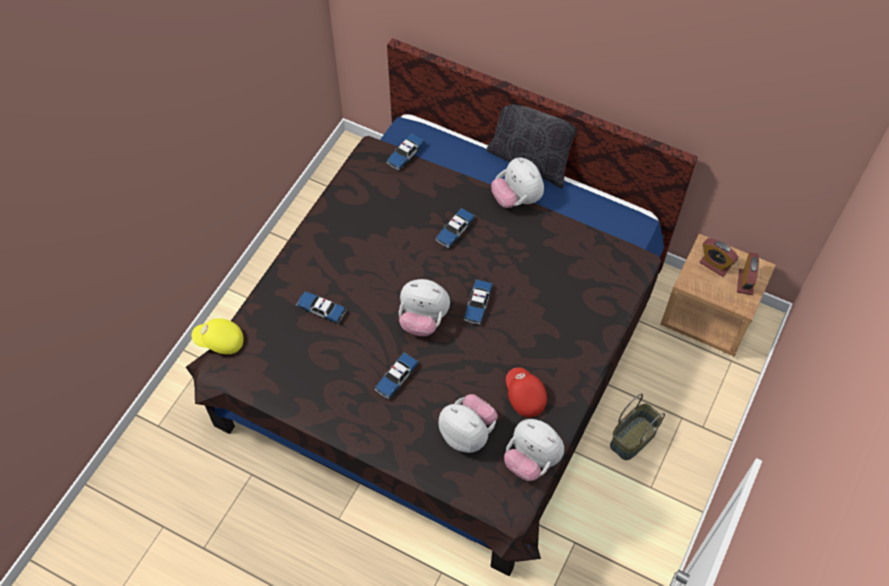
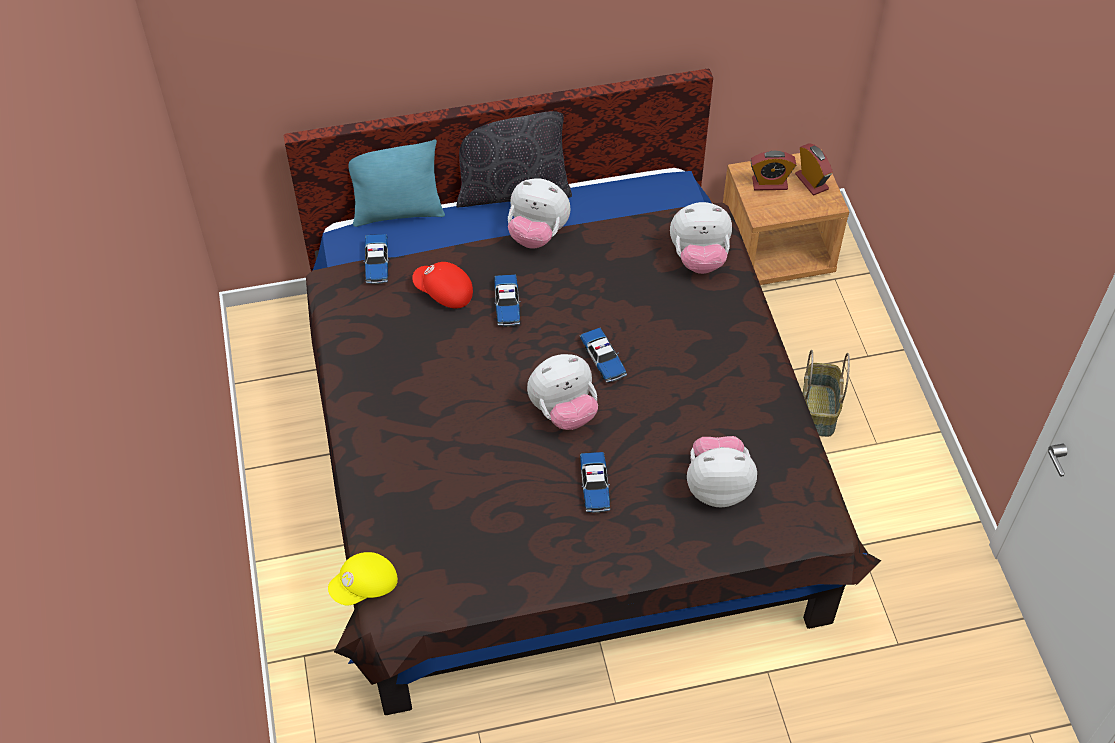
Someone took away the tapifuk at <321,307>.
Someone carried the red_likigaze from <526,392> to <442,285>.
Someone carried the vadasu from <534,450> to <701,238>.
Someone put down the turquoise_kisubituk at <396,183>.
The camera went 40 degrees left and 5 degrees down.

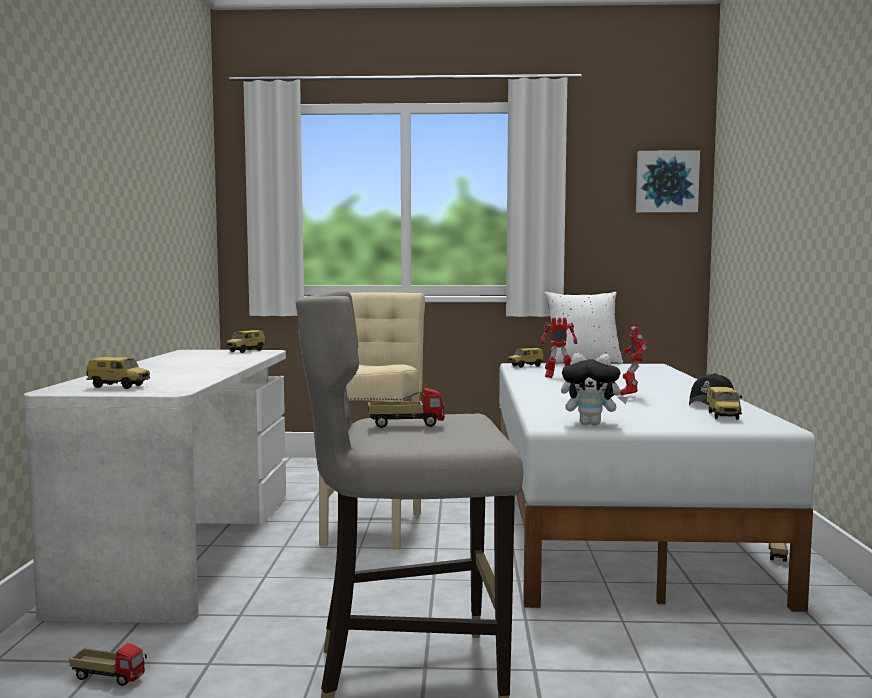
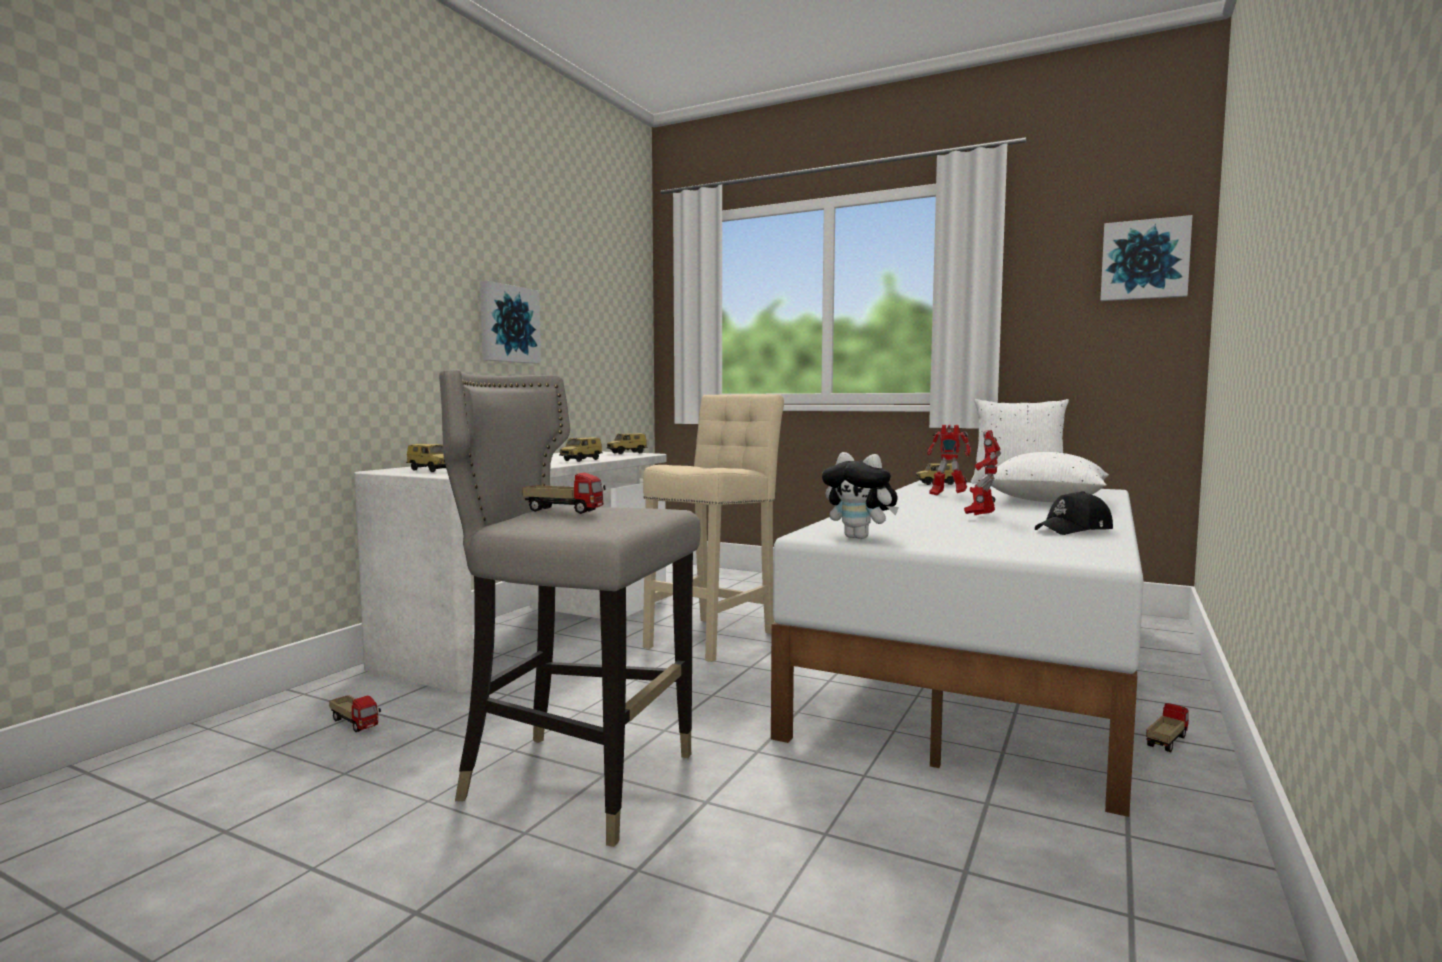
Someone carried the tapifuk from <724,403> to <581,449>.
Someone put up the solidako at <510,322>.
Someone put down the white_kisubituk at <1045,477>.
The camera went 25 degrees right and 0 degrees up.

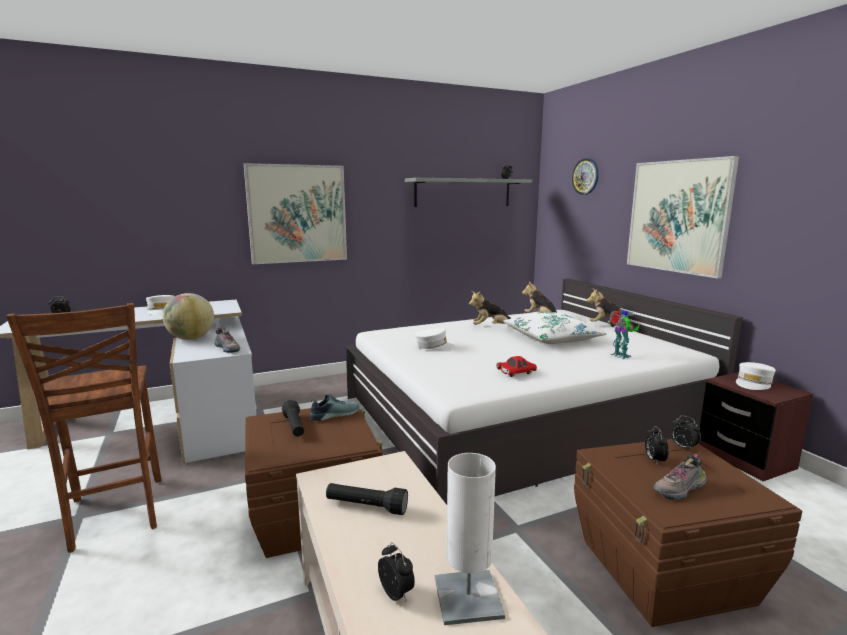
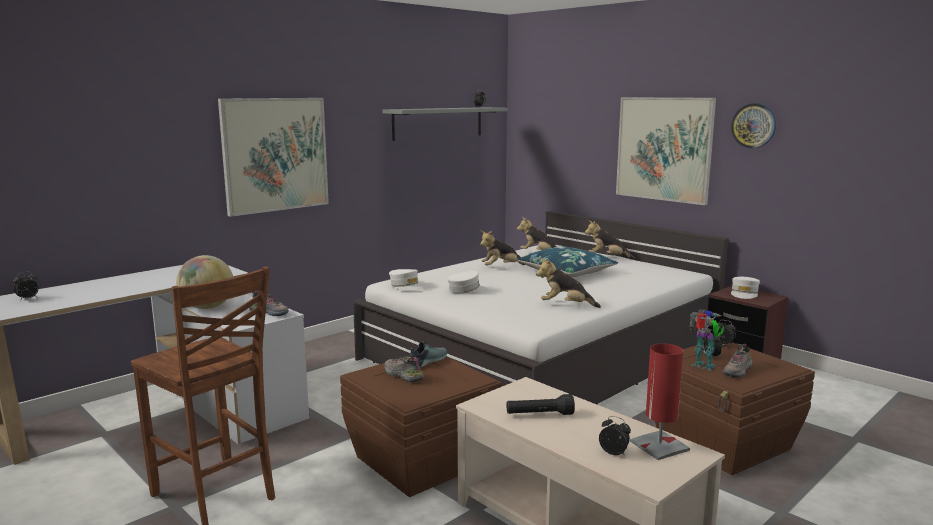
Someone carried the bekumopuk from <585,176> to <753,126>.
Someone carried the white_likigaze from <160,305> to <406,280>.
Someone carried the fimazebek from <624,334> to <706,340>.
Someone repainted the white_kisubituk at <555,328>, which became the blue_kisubituk at <567,261>.
Someone swapped the red_tapifuk at <516,366> for the vadasu at <568,283>.
Someone swapped the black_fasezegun at <293,418> for the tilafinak at <404,369>.
Someone repainted the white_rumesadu at <470,539>, which became the red_rumesadu at <660,402>.
The camera went 20 degrees left and 0 degrees up.

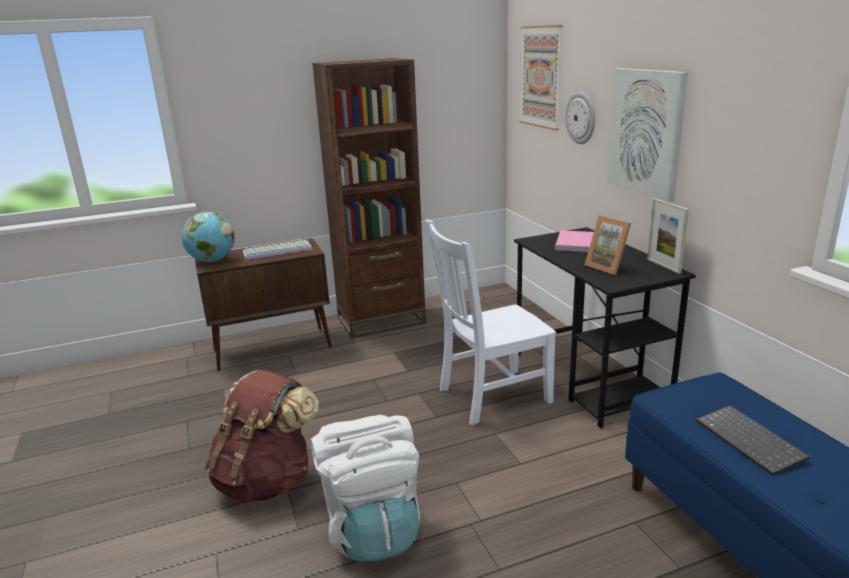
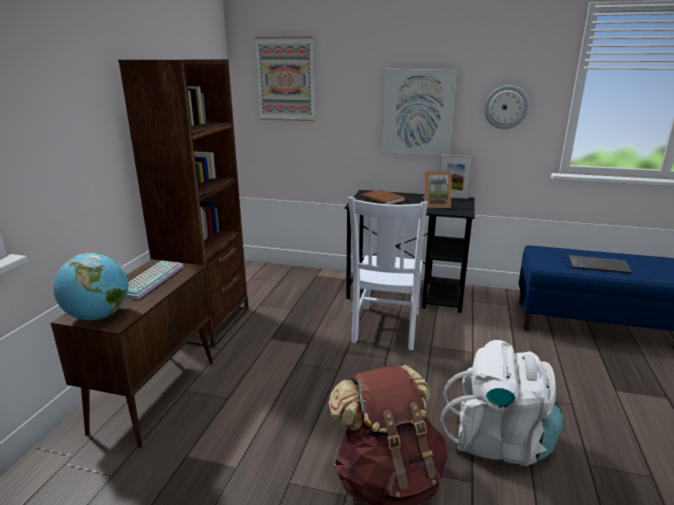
Someone carried the bekumopuk from <580,118> to <506,107>.
Someone repainted the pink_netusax at <574,241>, which became the brown_netusax at <383,197>.
The camera went 55 degrees left and 0 degrees up.

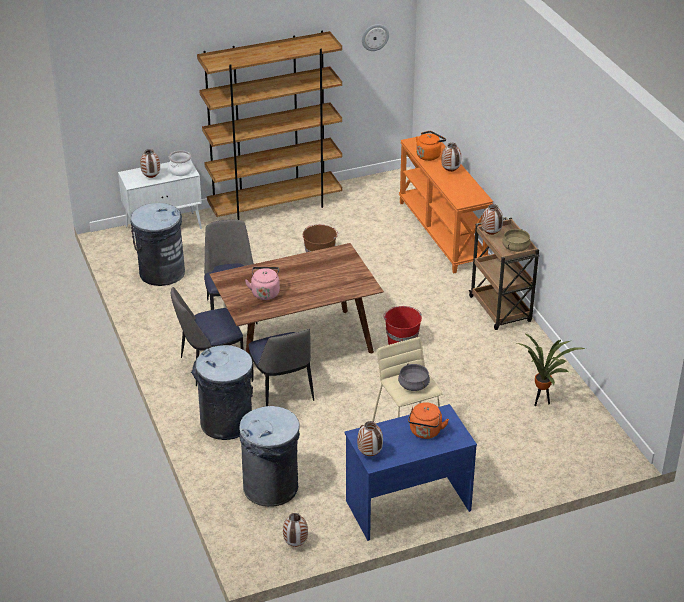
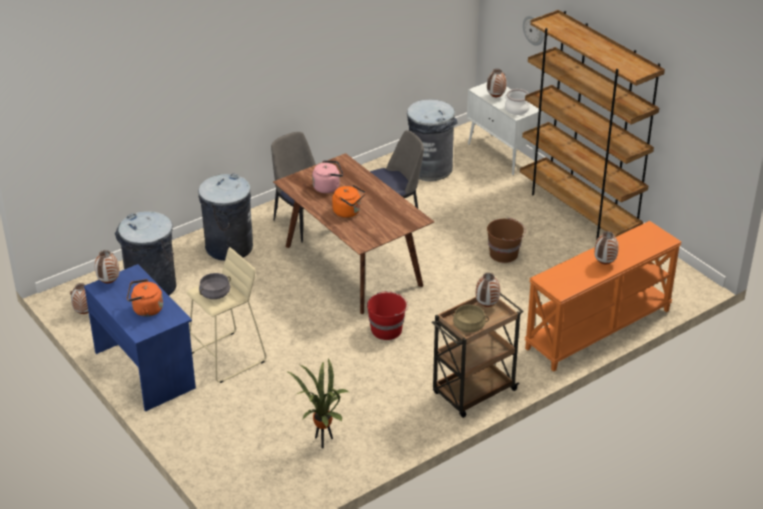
Someone carried the bekumopuk from <375,37> to <533,30>.
Someone carried the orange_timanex from <431,146> to <349,201>.
Someone took away the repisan at <281,367>.
The camera went 75 degrees right and 0 degrees up.

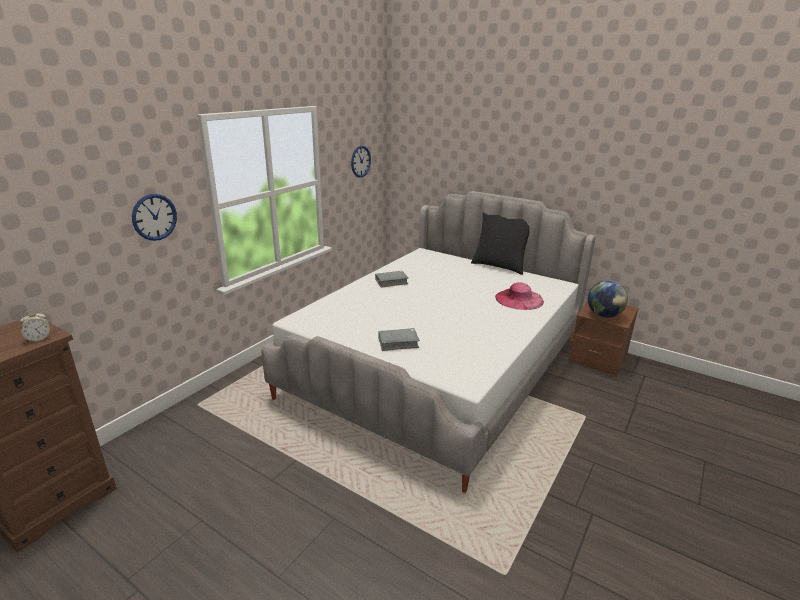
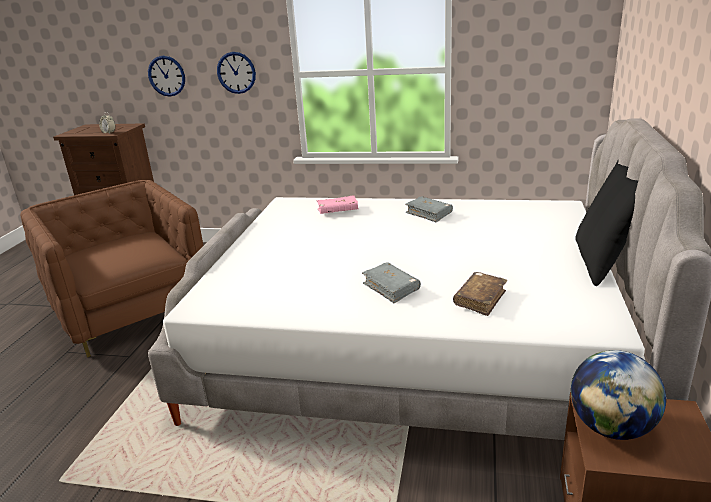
Someone carried the bekumopuk from <361,161> to <166,76>.
Someone swapped the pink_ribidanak at <519,296> for the brown_netusax at <480,294>.
Someone carried the grey_netusax from <399,339> to <391,282>.
Someone put down the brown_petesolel at <112,269>.
Someone put down the pink_netusax at <337,204>.
The camera went 70 degrees right and 0 degrees up.

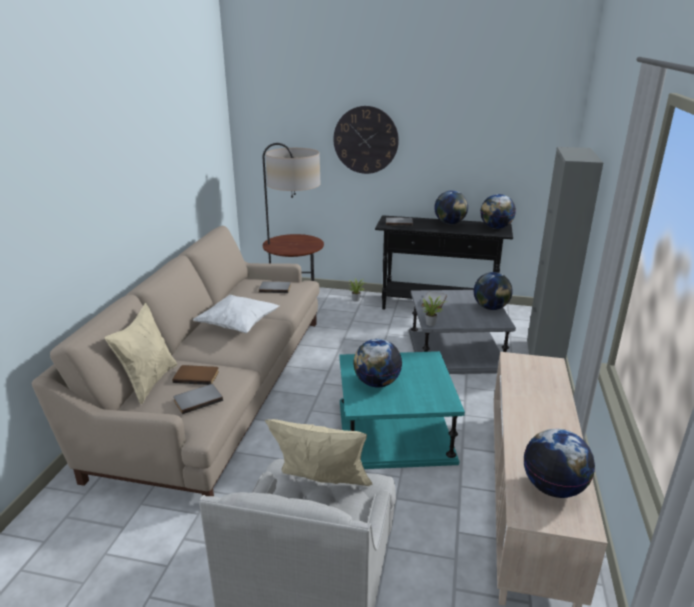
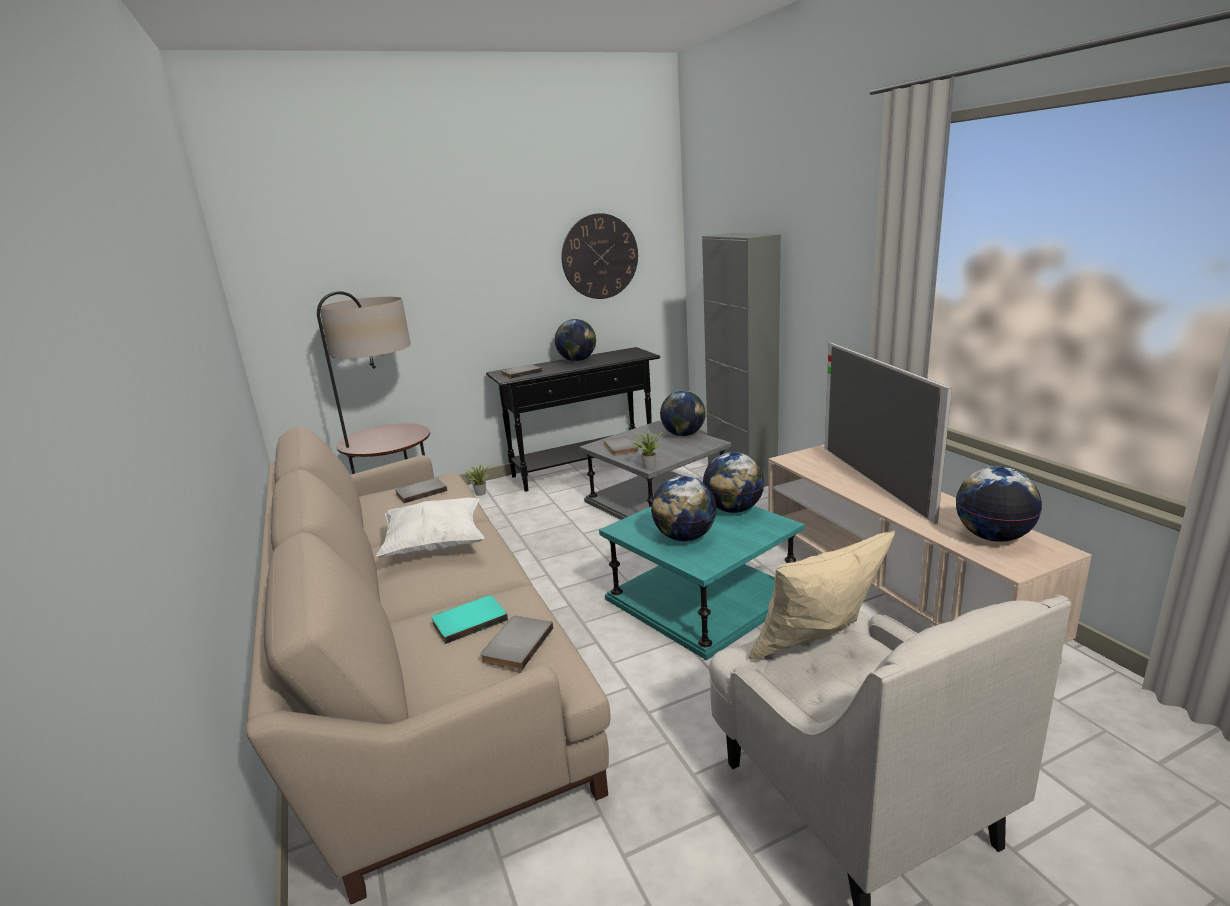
Someone carried the bekumopuk from <366,140> to <599,256>.
Someone carried the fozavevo from <498,211> to <733,482>.
Someone took away the beige_kisubituk at <141,354>.
Someone repainted the brown_netusax at <195,375>, which became the turquoise_netusax at <469,619>.
Someone put down the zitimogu at <888,433>.
The camera went 35 degrees left and 5 degrees down.

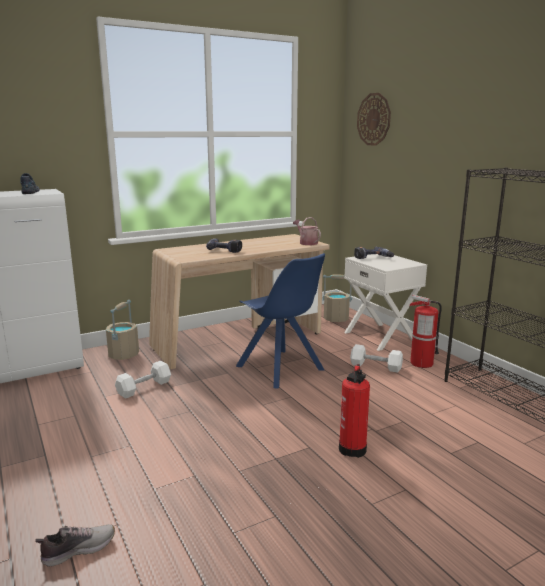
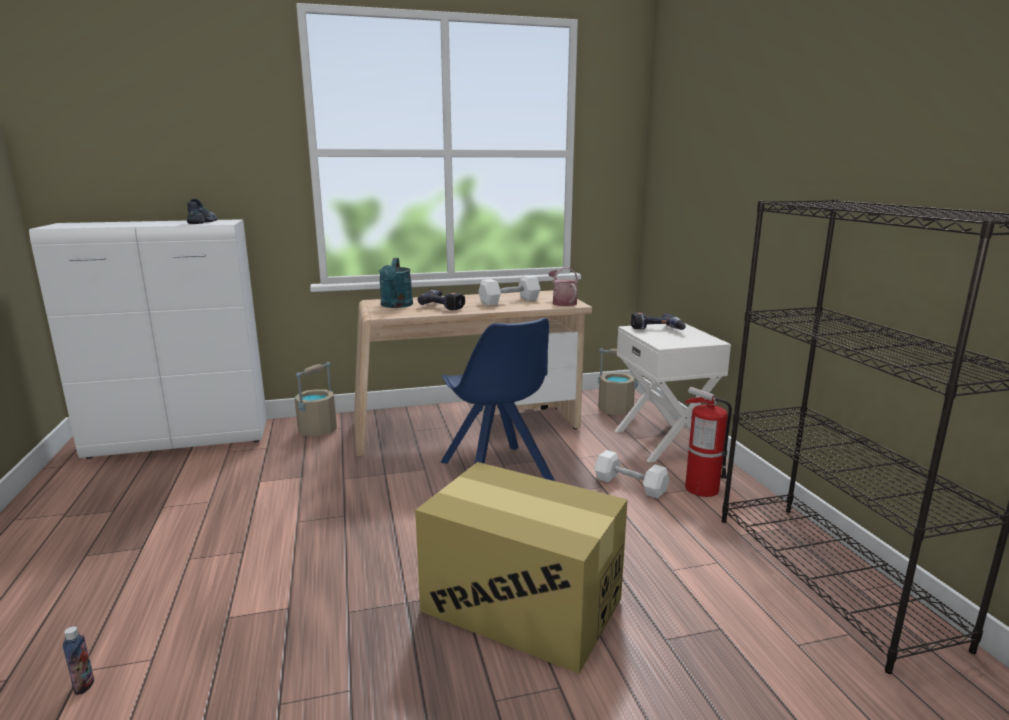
Someone took away the bekumopuk at <374,119>.
Someone carried the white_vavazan from <143,379> to <509,290>.
Someone swapped the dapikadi at <354,411> for the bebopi at <521,568>.
Someone swapped the tilafinak at <75,545> for the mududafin at <78,660>.
Someone put down the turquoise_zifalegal at <396,283>.
The camera went 15 degrees right and 0 degrees up.

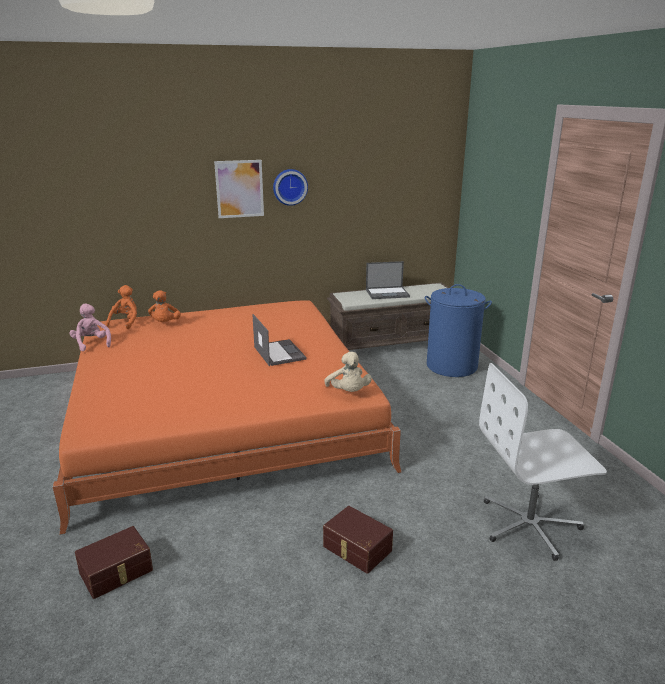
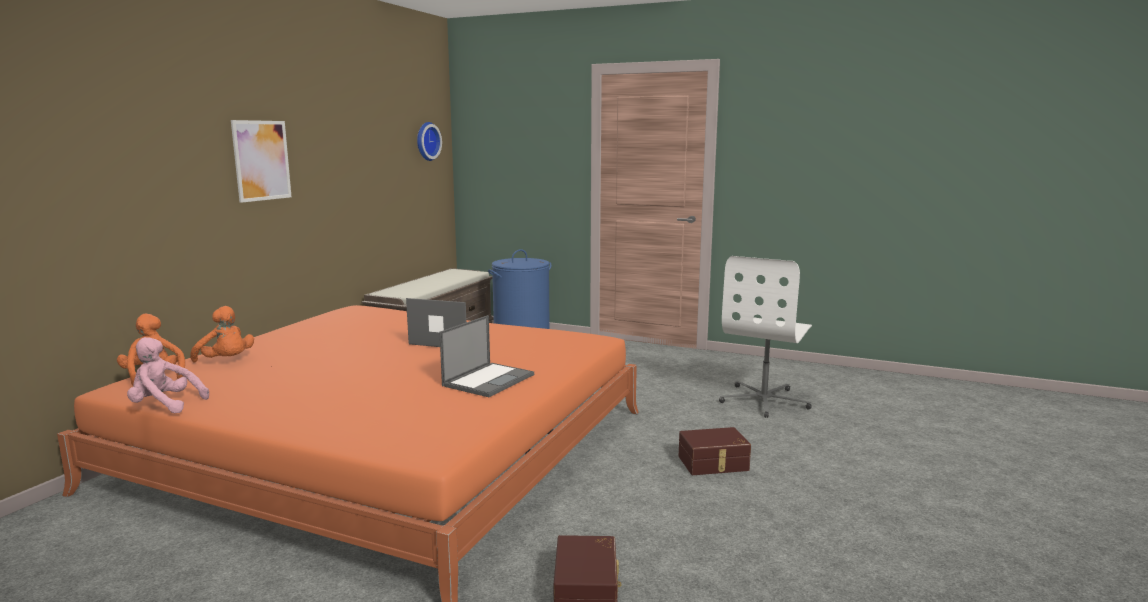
Someone carried the bekumopuk from <290,187> to <429,141>.
Someone carried the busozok from <388,280> to <487,356>.
Someone took away the beige_vadasu at <348,372>.
The camera went 50 degrees left and 10 degrees down.

